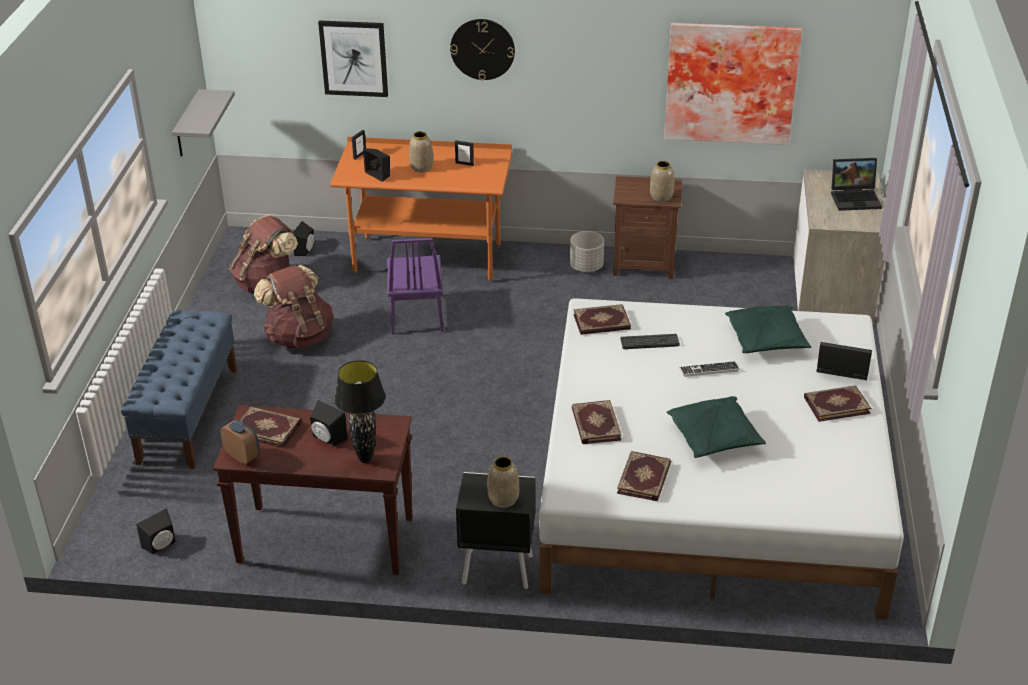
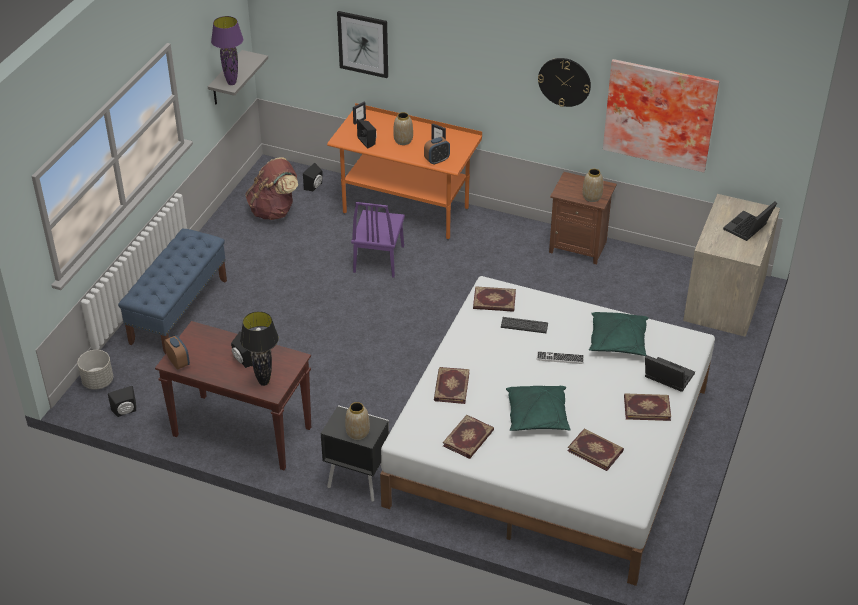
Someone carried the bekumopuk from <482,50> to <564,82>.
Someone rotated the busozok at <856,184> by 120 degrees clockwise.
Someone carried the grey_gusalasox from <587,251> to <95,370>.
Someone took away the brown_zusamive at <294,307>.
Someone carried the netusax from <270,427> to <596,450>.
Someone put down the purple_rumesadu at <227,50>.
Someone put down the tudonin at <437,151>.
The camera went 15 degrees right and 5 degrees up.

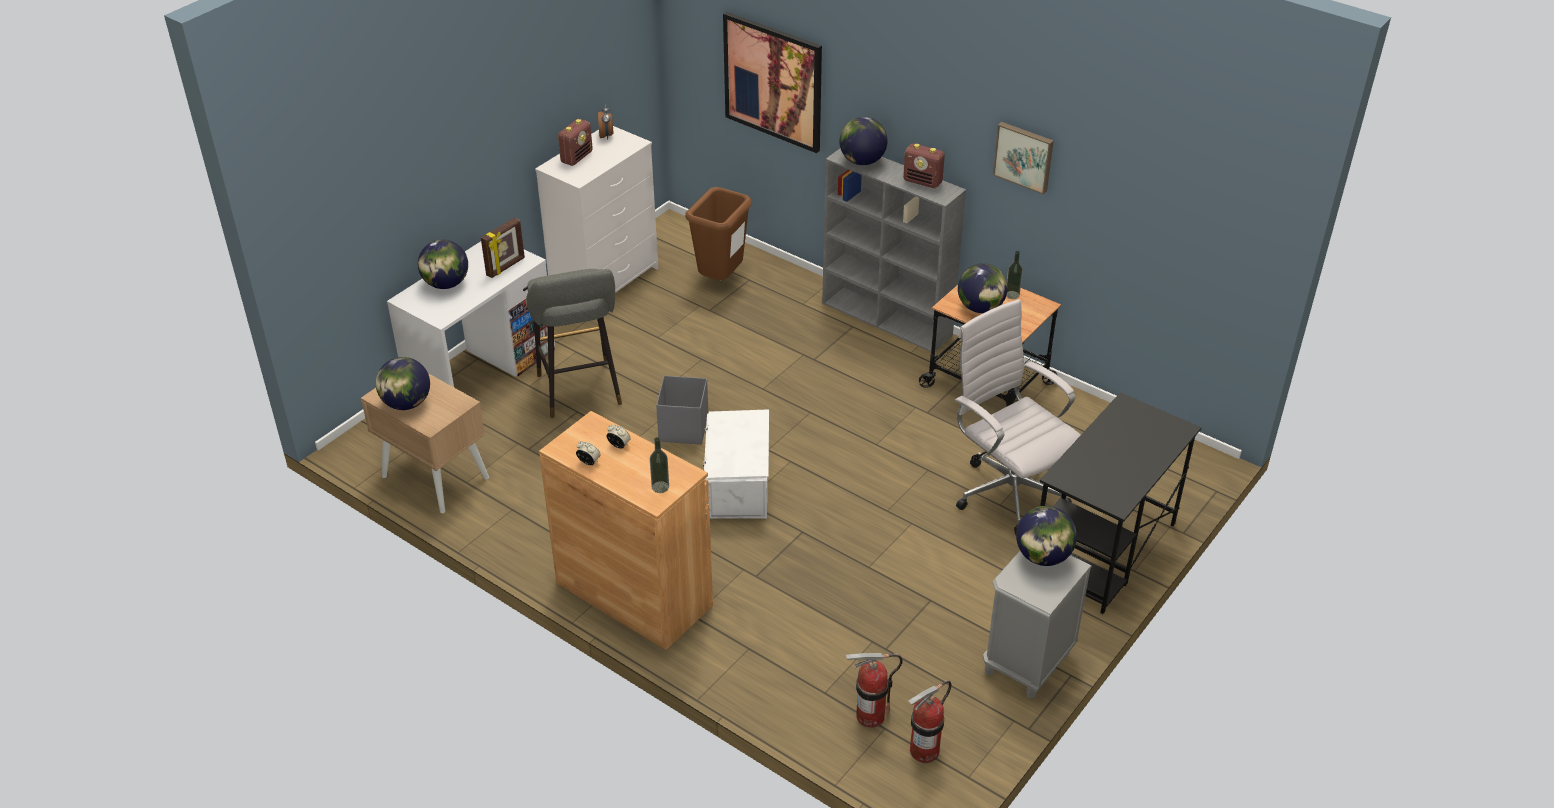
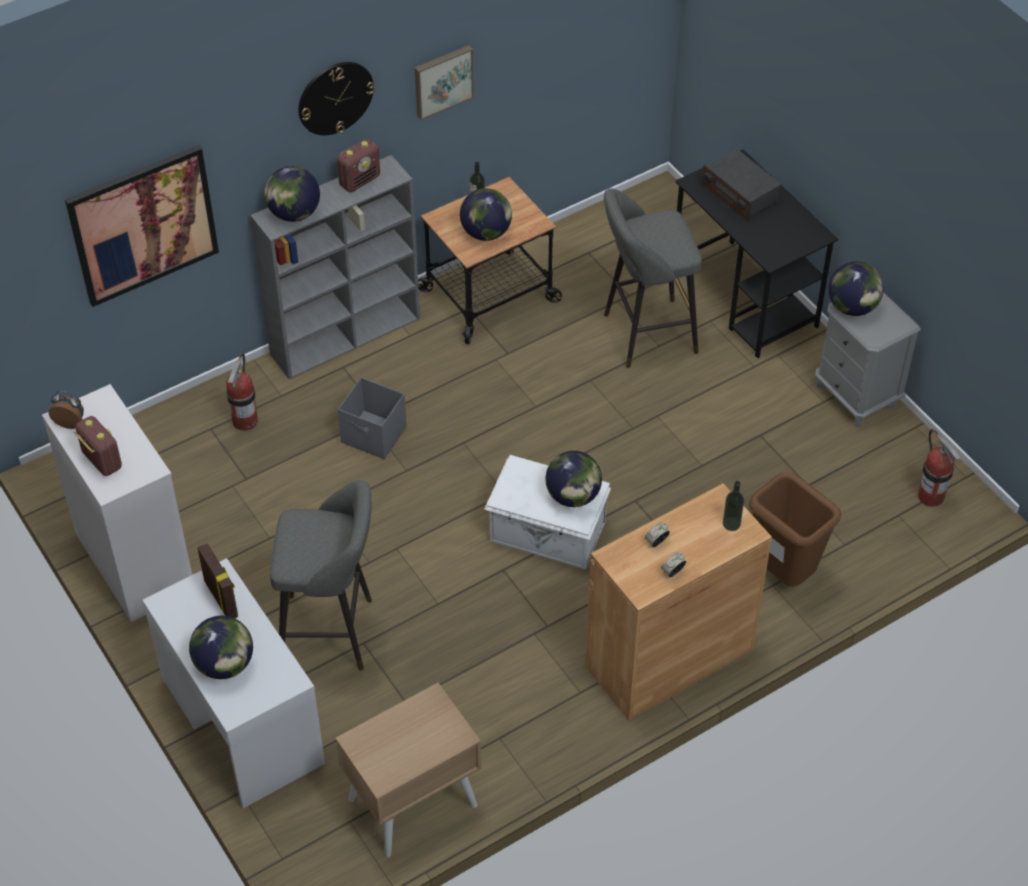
Someone carried the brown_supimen from <718,233> to <795,529>.
Someone swapped the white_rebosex at <1018,417> for the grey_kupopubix at <653,278>.
Someone carried the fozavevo from <403,383> to <574,479>.
Someone carried the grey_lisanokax from <682,410> to <372,418>.
Someone carried the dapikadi from <874,690> to <242,392>.
Someone put up the bekumopuk at <336,98>.
Someone put down the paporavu at <742,185>.
The camera went 70 degrees left and 10 degrees up.

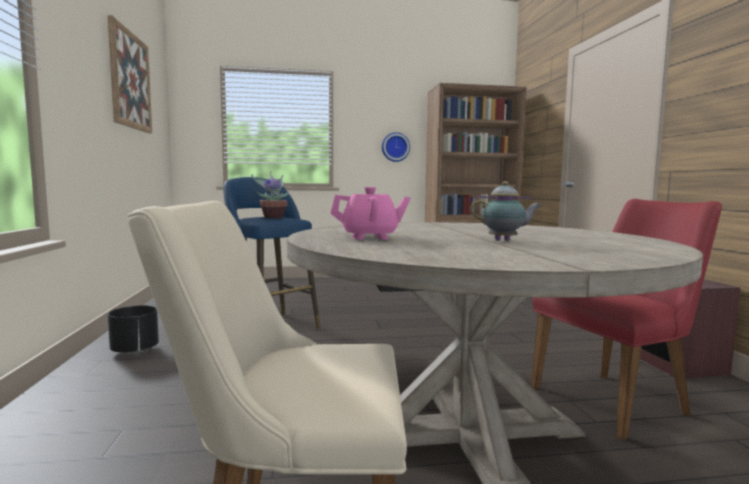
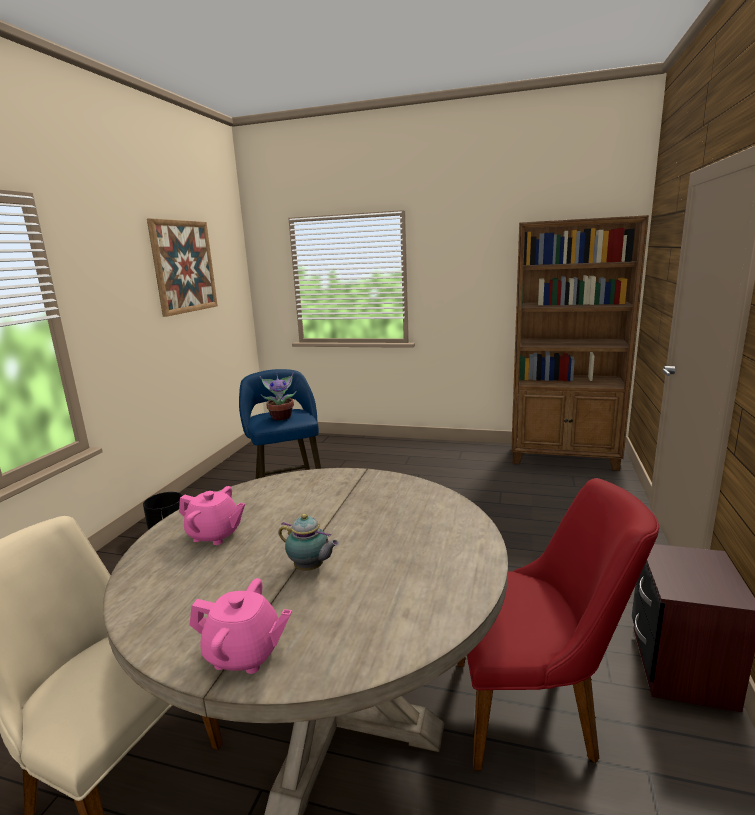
Someone took away the bekumopuk at <396,147>.
Someone put down the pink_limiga at <241,626>.
The camera went 25 degrees right and 10 degrees up.

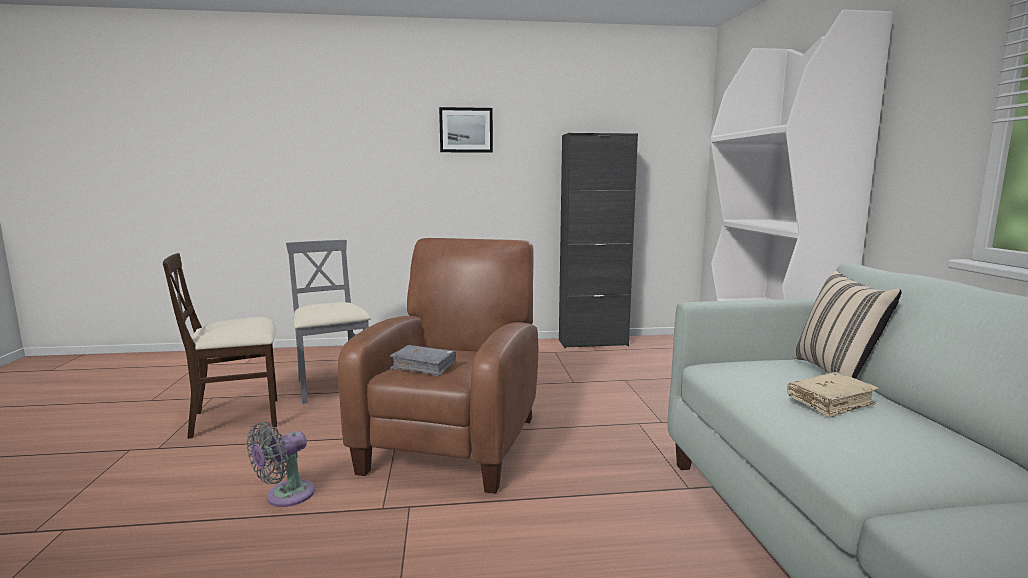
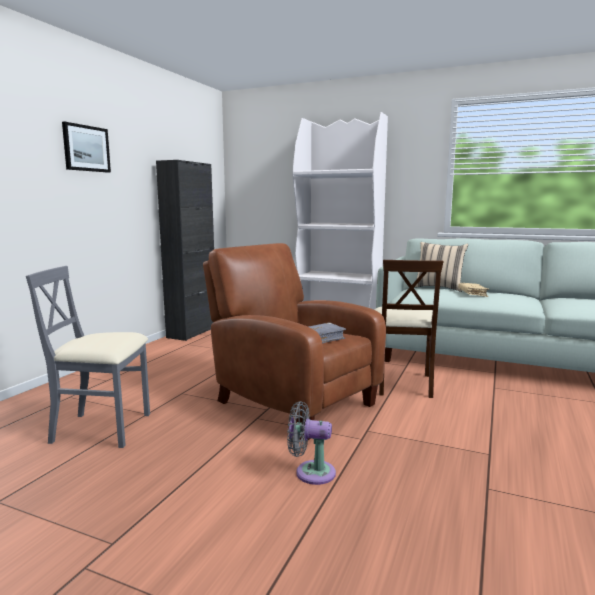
Someone carried the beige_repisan from <220,346> to <409,329>.
Someone rotated the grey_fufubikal at <281,464> by 120 degrees clockwise.
The camera went 60 degrees left and 0 degrees up.

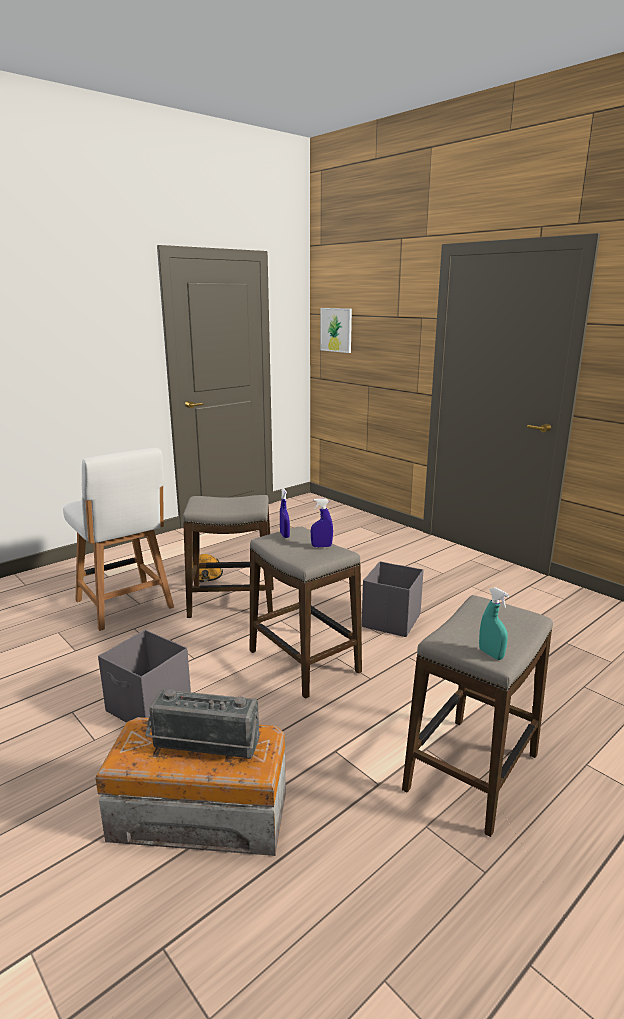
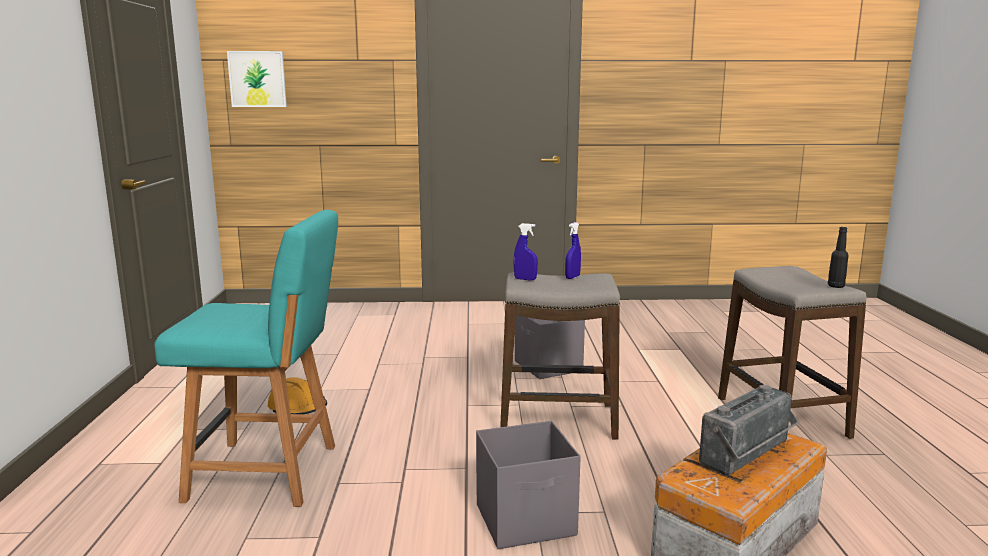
Someone repainted the white_repisan at <118,539>, which became the turquoise_repisan at <246,358>.
Someone took away the kupopubix at <228,556>.
Someone swapped the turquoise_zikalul at <494,623> for the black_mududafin at <838,257>.
The camera went 50 degrees left and 5 degrees down.

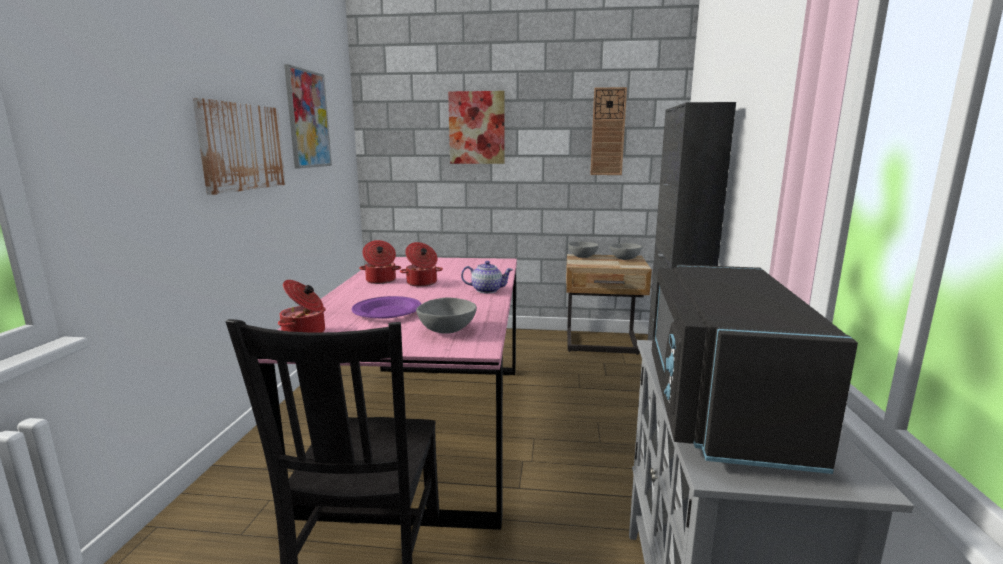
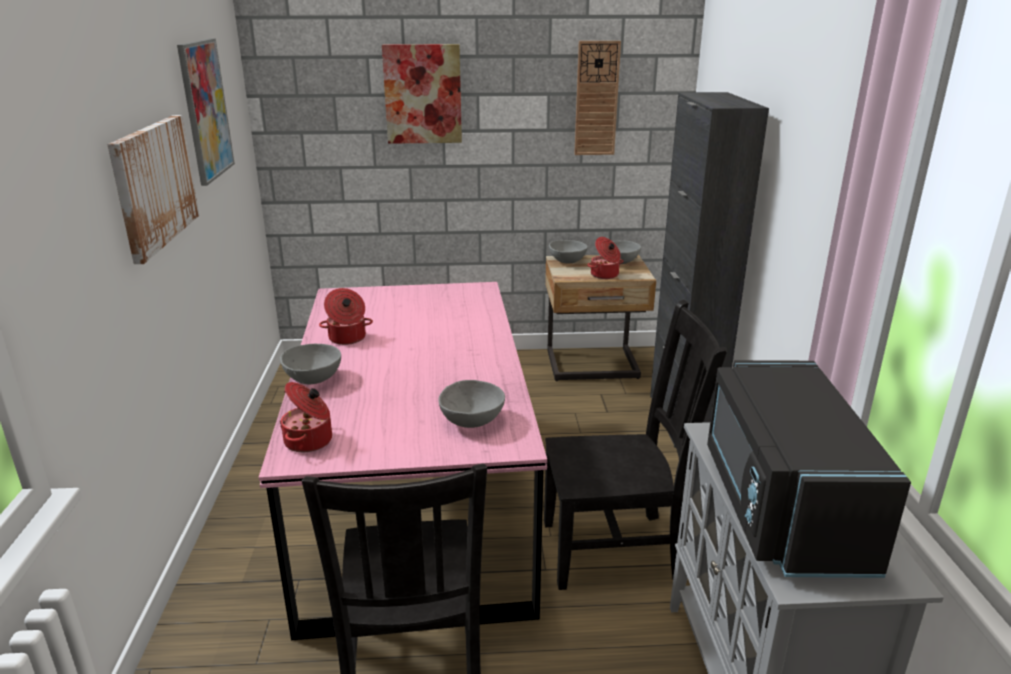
Someone carried the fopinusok from <421,264> to <605,258>.
Someone took away the limiga at <487,277>.
Someone took away the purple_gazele at <386,307>.
Someone put down the black_repisan at <635,445>.
Someone put down the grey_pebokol at <310,364>.
The camera went 10 degrees left and 10 degrees up.

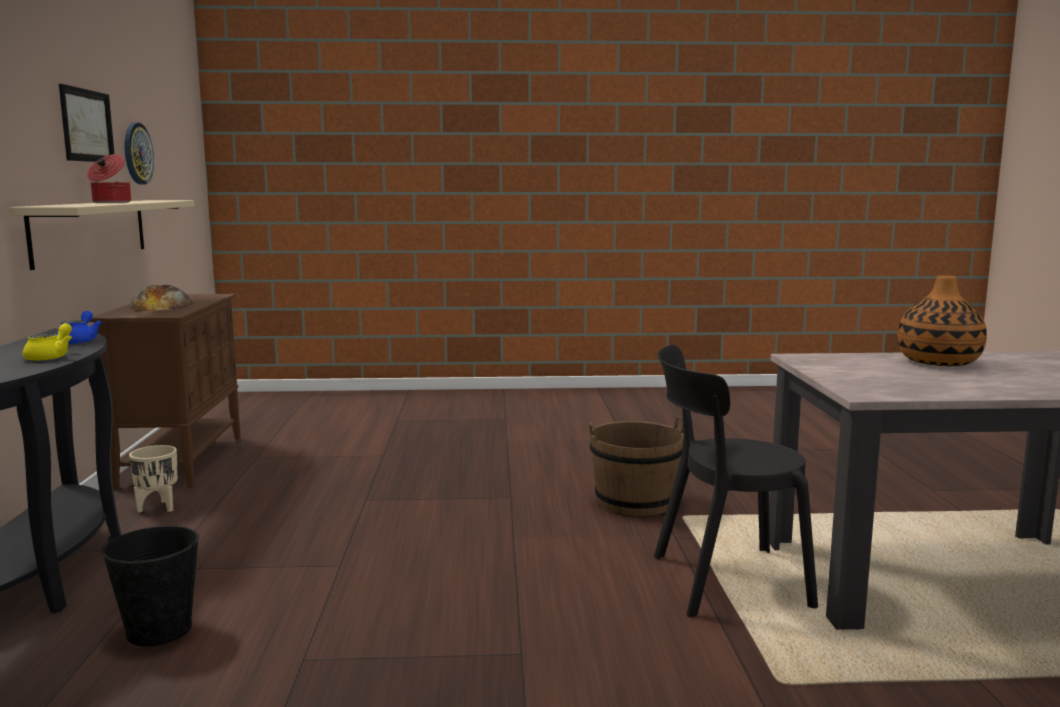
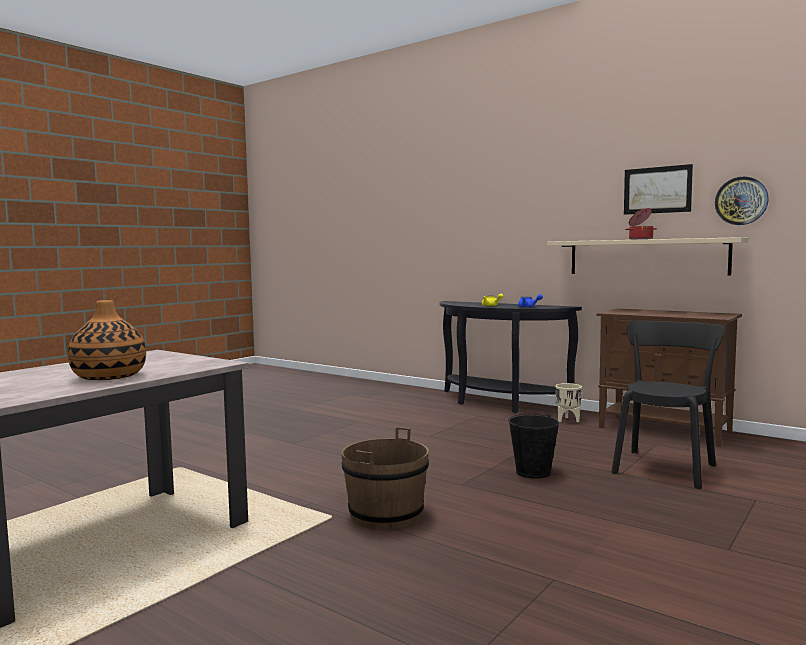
Someone took away the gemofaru at <161,298>.
Someone carried the black_repisan from <736,481> to <668,405>.
Someone carried the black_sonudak from <150,586> to <533,446>.
The camera went 130 degrees right and 5 degrees down.

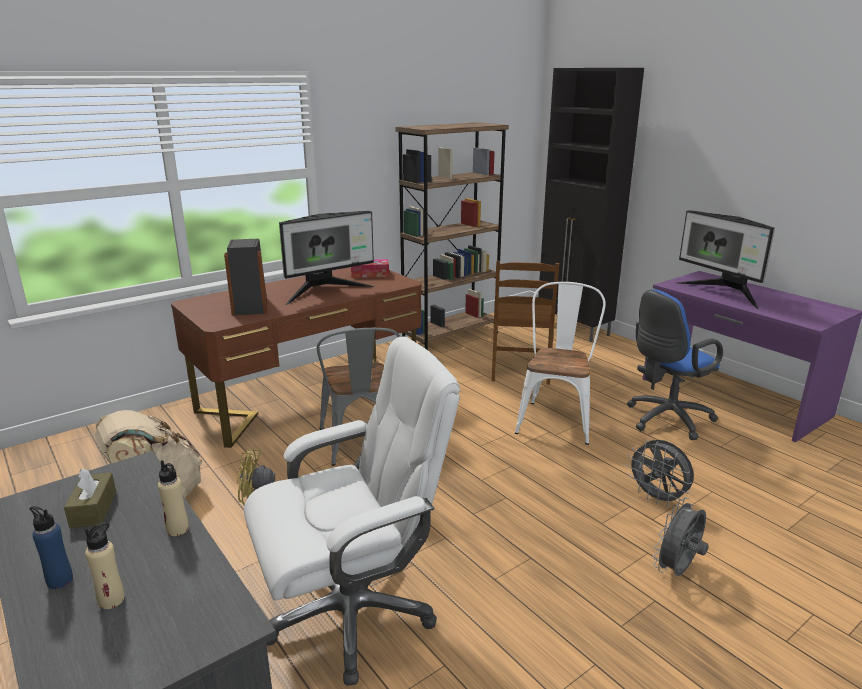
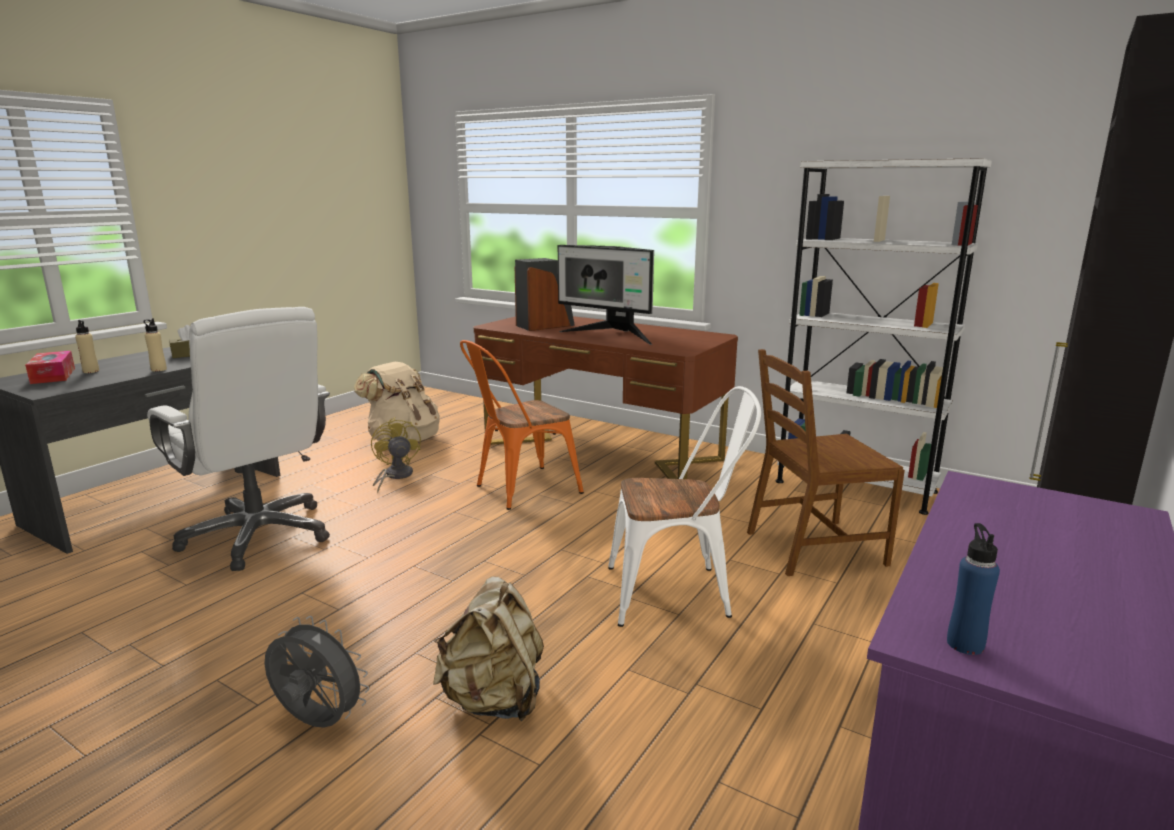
Someone repainted the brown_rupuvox at <452,236>, which became the white_rupuvox at <884,336>.
Someone took away the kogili at <725,259>.
Someone carried the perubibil from <370,268> to <50,367>.
Someone took away the blue_rebosex at <675,364>.
Someone repainted the grey_repisan at <359,397>, which became the orange_repisan at <522,425>.
Someone swapped the grey_fufubikal at <660,473> for the beige_zusamive at <488,648>.
Someone carried the blue_mududafin from <51,547> to <973,589>.
The camera went 70 degrees right and 5 degrees down.

